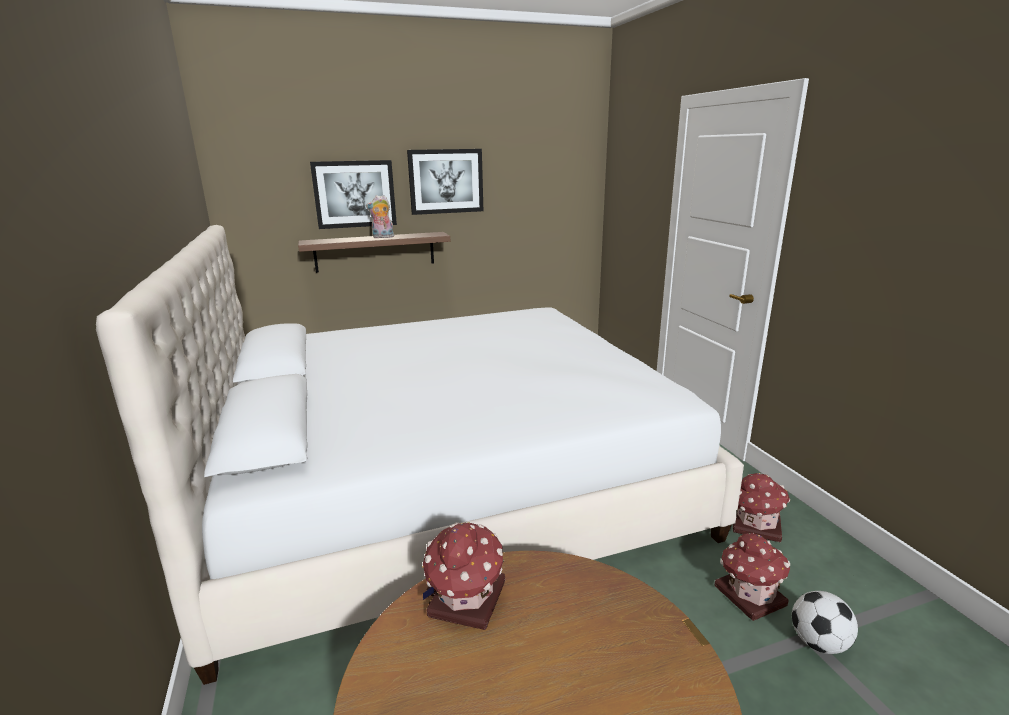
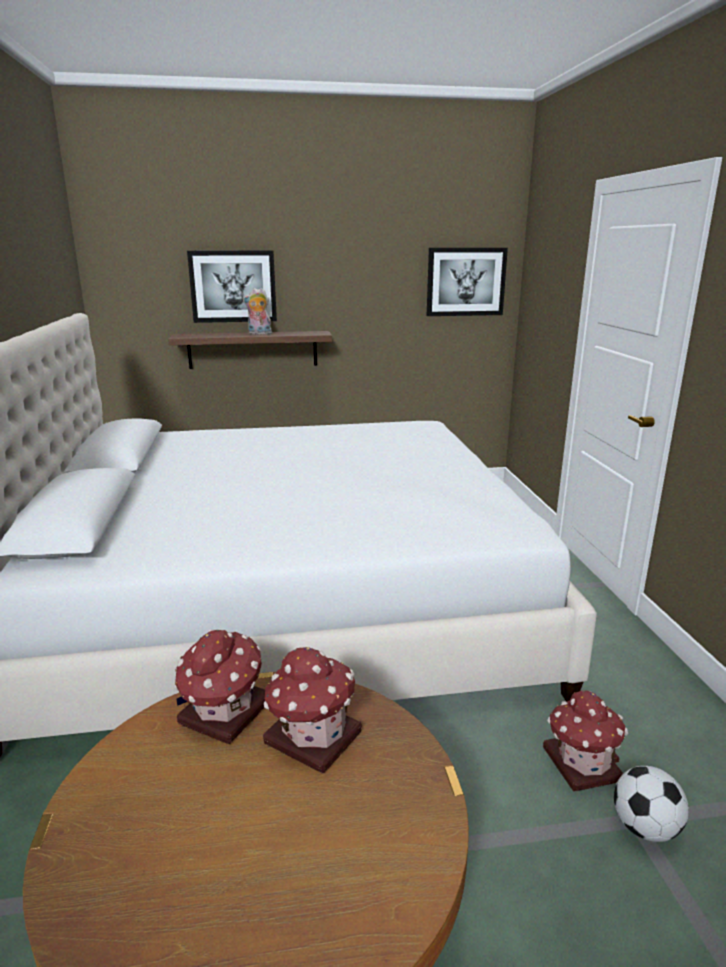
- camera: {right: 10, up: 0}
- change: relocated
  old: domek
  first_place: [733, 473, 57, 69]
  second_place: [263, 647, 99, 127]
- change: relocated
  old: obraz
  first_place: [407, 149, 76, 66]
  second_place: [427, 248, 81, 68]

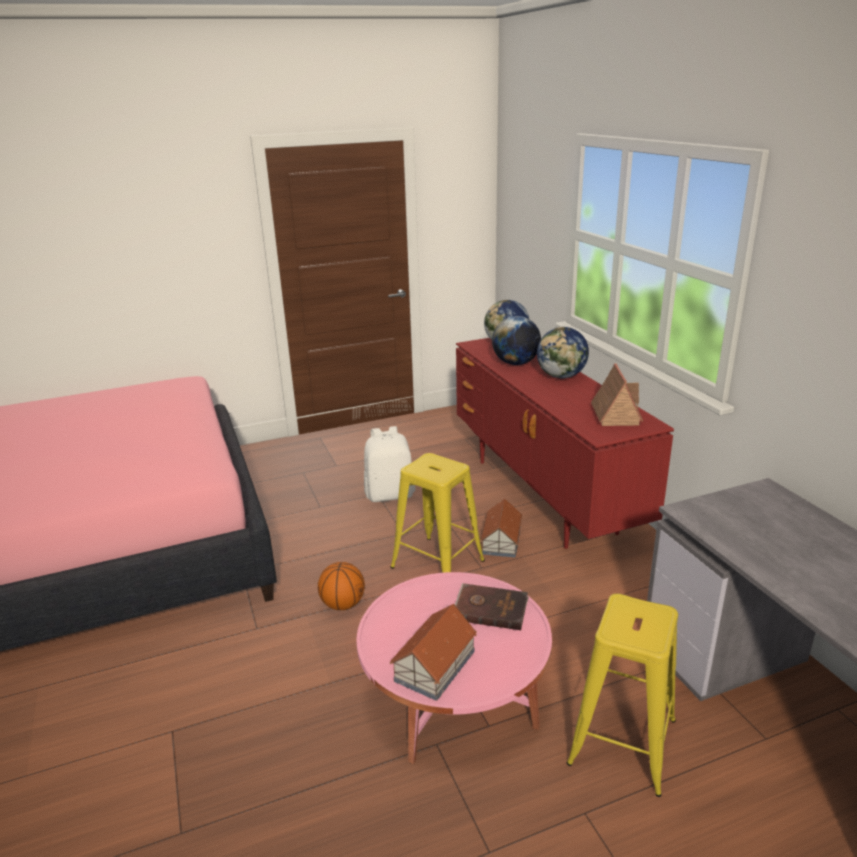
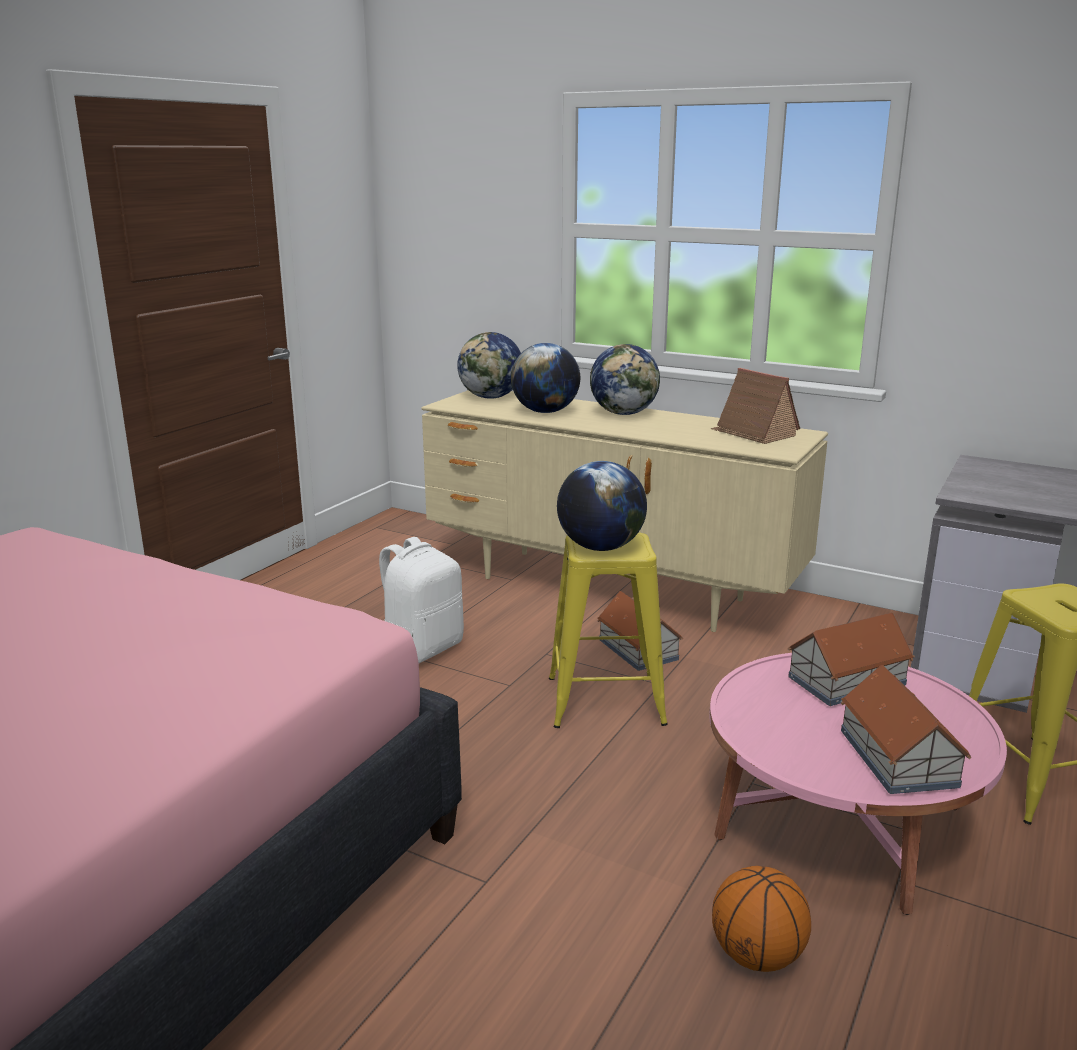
- camera: {right: -40, up: -5}
- change: colour
  old: komoda/czerwony
  new: komoda/beżowy
  first_place: [456, 338, 218, 211]
  second_place: [421, 390, 407, 242]
- change: appeared
  new: globus
  second_place: [557, 461, 90, 90]
- change: relocated
  old: piłka do koszykówki
  first_place: [318, 562, 47, 48]
  second_place: [712, 866, 99, 106]
- change: exchanged
  old: książka/brązowy
  new: domek
  first_place: [455, 583, 74, 47]
  second_place: [787, 613, 128, 93]

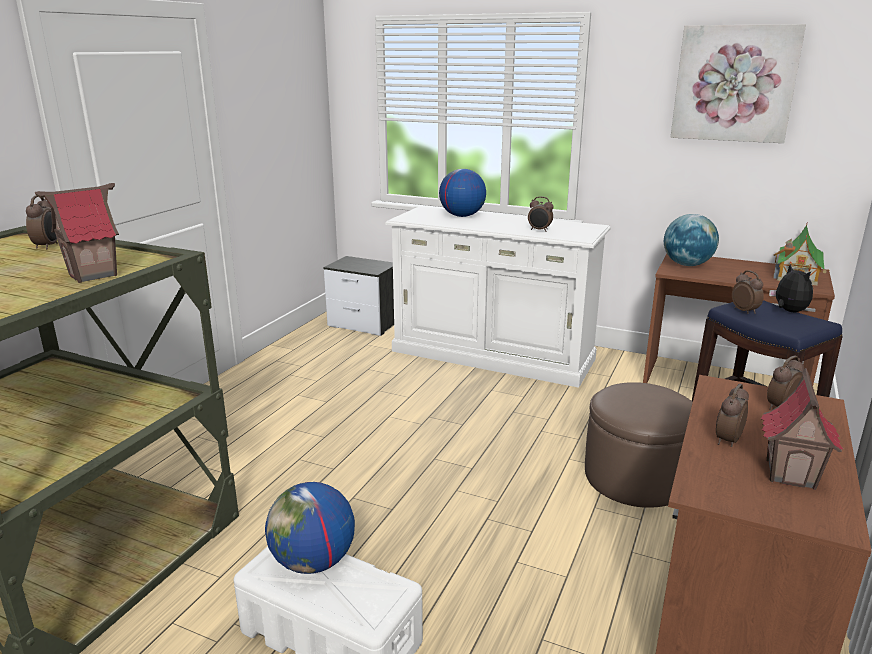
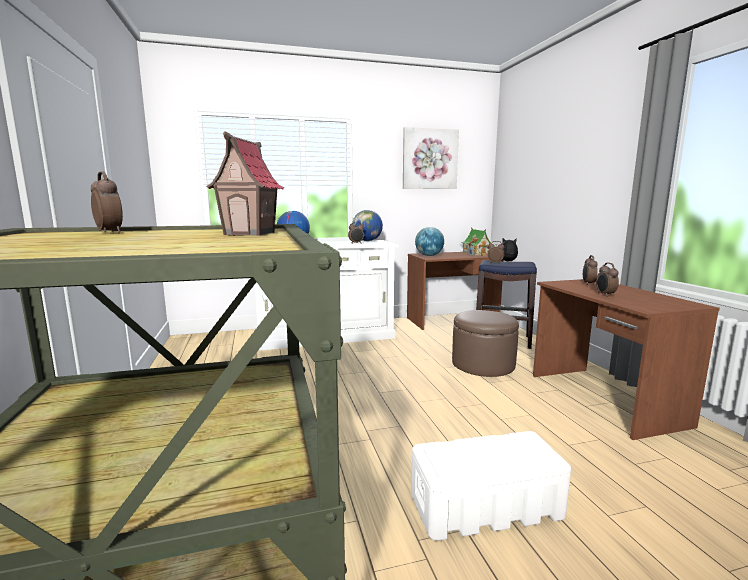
- camera: {right: -40, up: -10}
- change: relocated
  old: globus
  first_place: [265, 482, 90, 92]
  second_place: [352, 210, 31, 31]
- change: missing
  old: szafka nocna
  first_place: [323, 256, 71, 80]
- change: missing
  old: domek
  first_place: [761, 368, 82, 122]

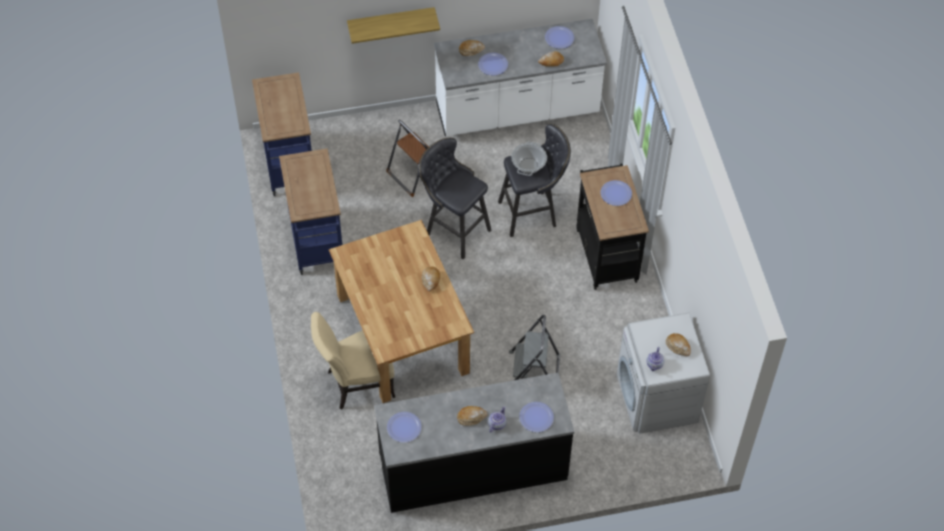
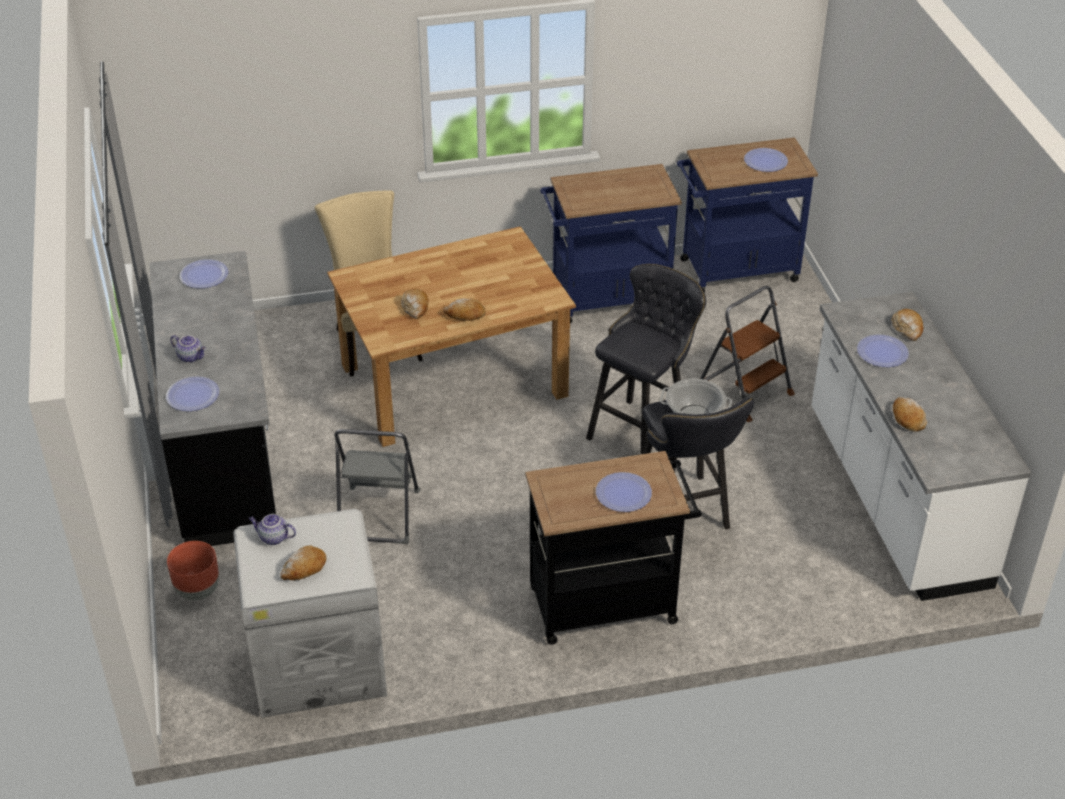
- camera: {right: 90, up: -15}
- change: appeared
  new: donica/brązowy
  second_place: [167, 541, 52, 59]
- change: relocated
  old: chleb
  first_place: [457, 406, 30, 20]
  second_place: [401, 289, 28, 30]
- change: relocated
  old: talerz
  first_place: [545, 26, 30, 23]
  second_place: [744, 148, 44, 24]
- change: missing
  old: półka
  first_place: [347, 7, 93, 37]

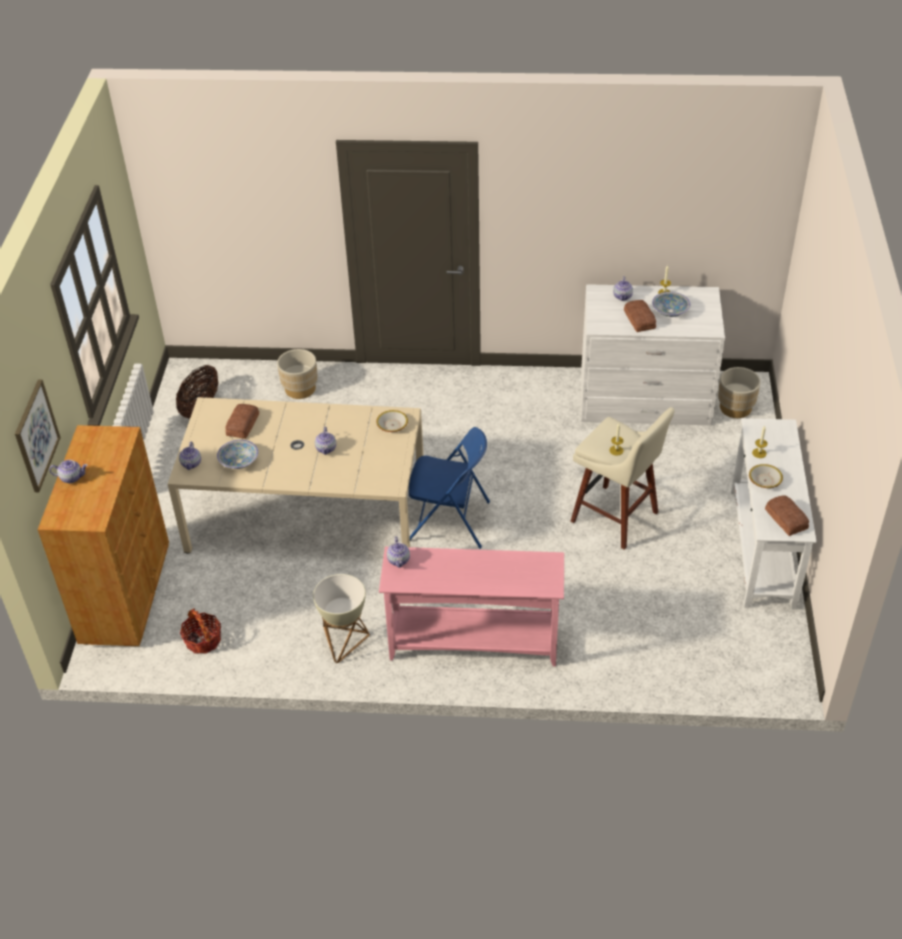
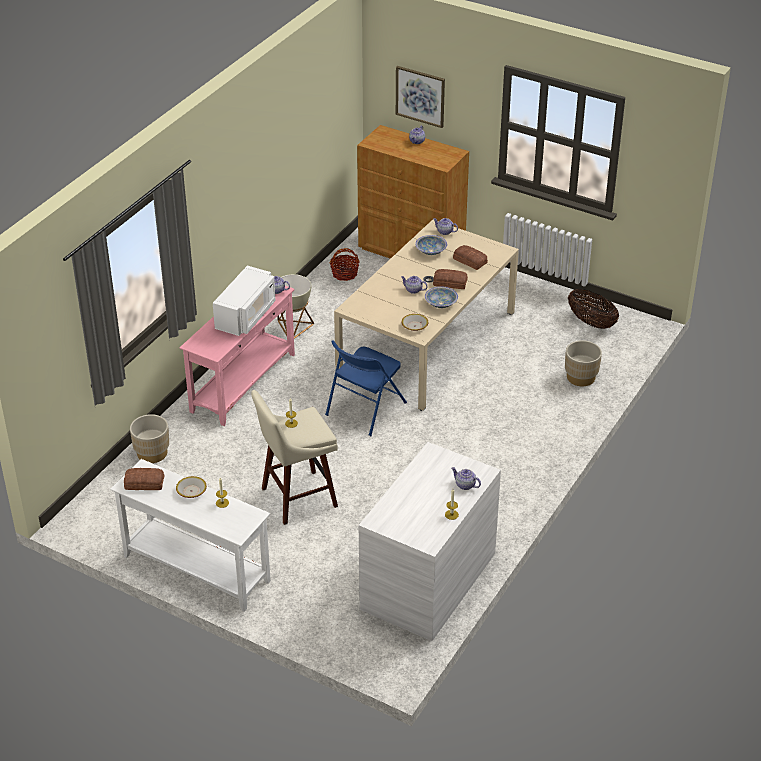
- camera: {right: 115, up: -5}
- change: relocated
  old: donica/beżowy
  first_place: [718, 367, 43, 51]
  second_place: [130, 414, 39, 49]
- change: appeared
  new: mikrofalówka/biały
  second_place: [213, 266, 62, 70]
- change: relocated
  old: miska
  first_place: [652, 292, 38, 25]
  second_place: [425, 286, 33, 22]
- change: relocated
  old: chleb
  first_place: [624, 300, 32, 32]
  second_place: [433, 269, 35, 20]

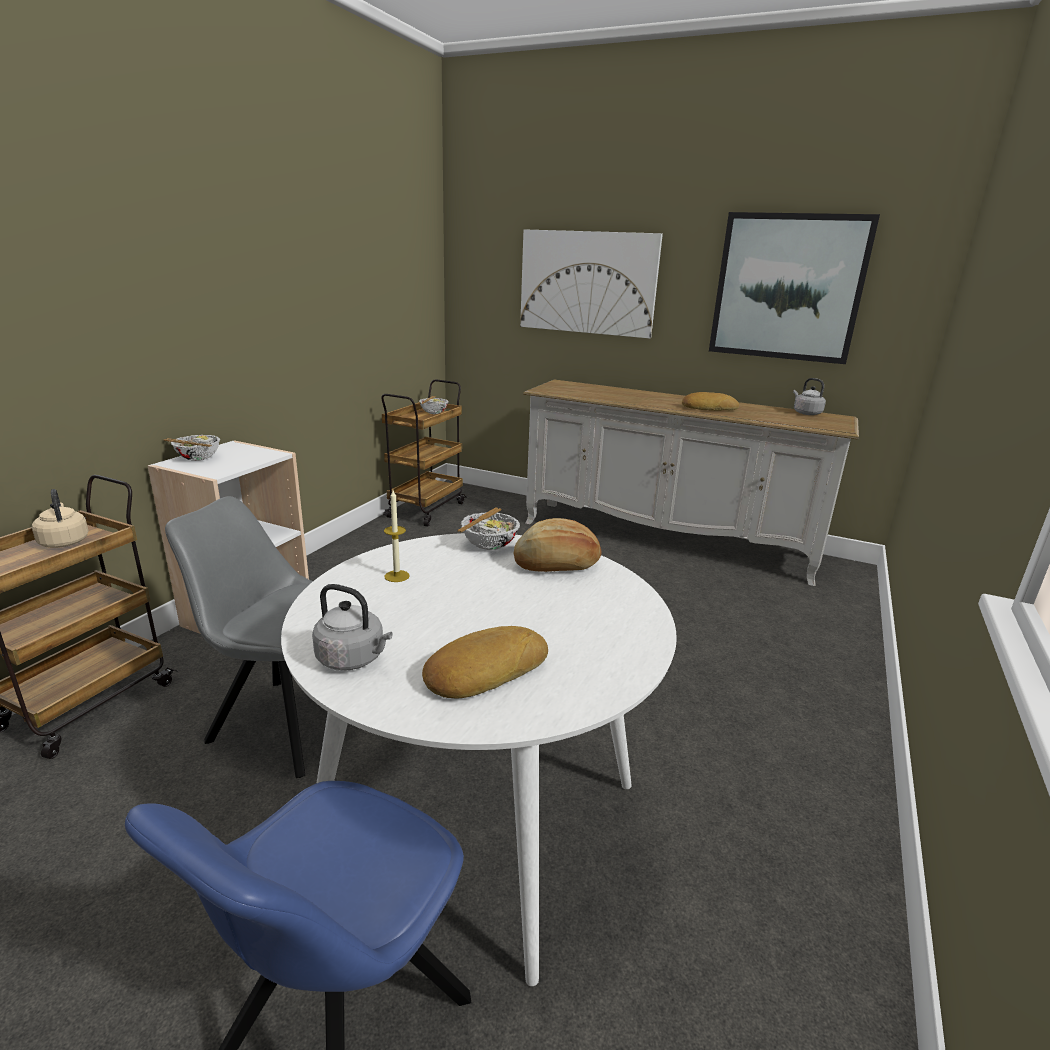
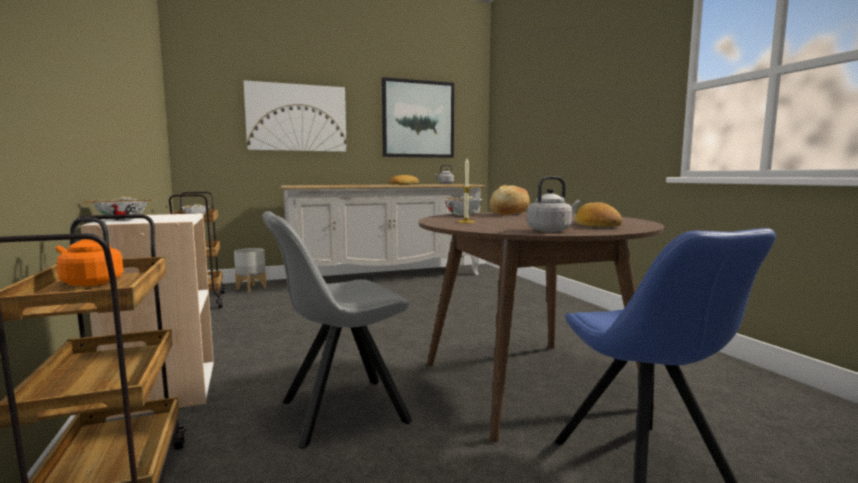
- camera: {right: -45, up: -15}
- change: colour
  old: czajnik/beżowy
  new: czajnik/pomarańczowy
  first_place: [32, 489, 56, 59]
  second_place: [56, 218, 67, 68]
- change: appeared
  new: donica/szary
  second_place: [234, 248, 32, 44]
- change: colour
  old: stół jadalny/biały
  new: stół jadalny/brązowy
  first_place: [281, 533, 396, 453]
  second_place: [418, 212, 246, 230]

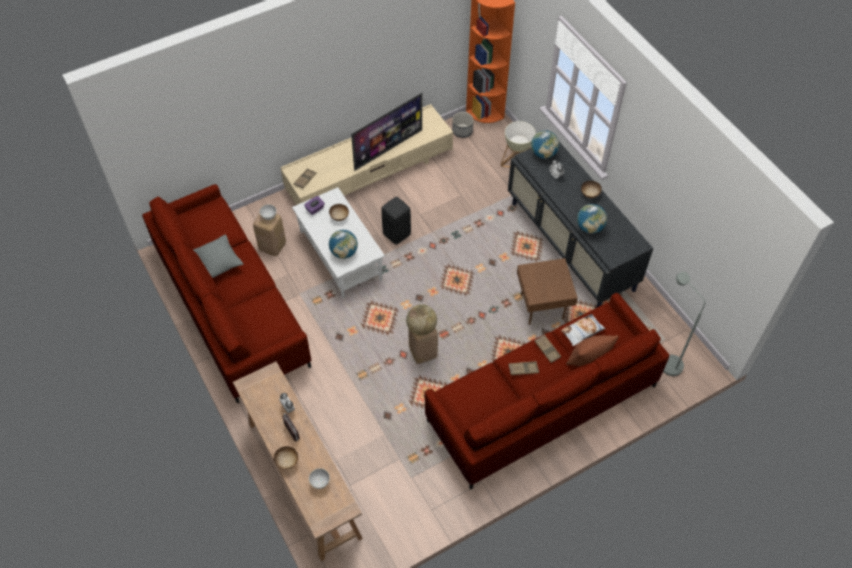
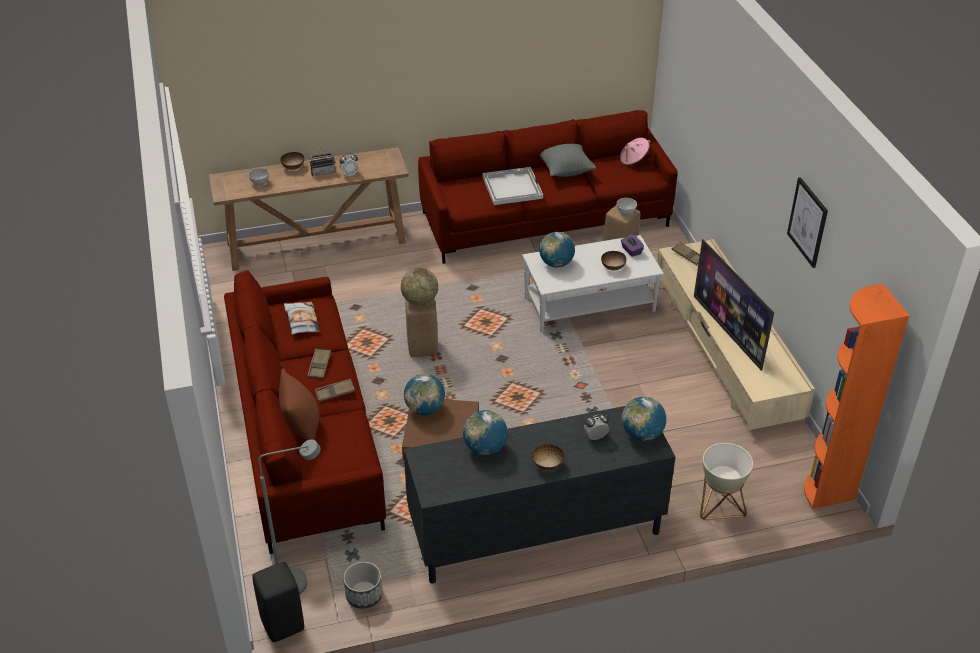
- camera: {right: 105, up: -15}
- change: relocated
  old: stołek/czarny
  first_place: [381, 197, 30, 48]
  second_place: [252, 562, 52, 80]
- change: relocated
  old: poduszka
  first_place: [561, 314, 45, 32]
  second_place: [284, 302, 36, 33]
- change: relocated
  old: donica
  first_place: [452, 112, 22, 26]
  second_place: [343, 562, 40, 47]
- change: appeared
  new: globus
  second_place: [404, 374, 41, 41]
- change: appeared
  new: taca/biały
  second_place: [483, 167, 60, 38]
- change: appeared
  new: kapelusz/różowy
  second_place: [620, 138, 31, 28]
- change: appeared
  new: obraz
  second_place: [787, 177, 41, 91]

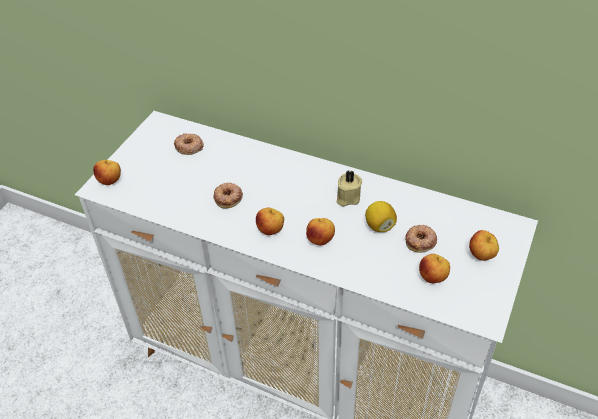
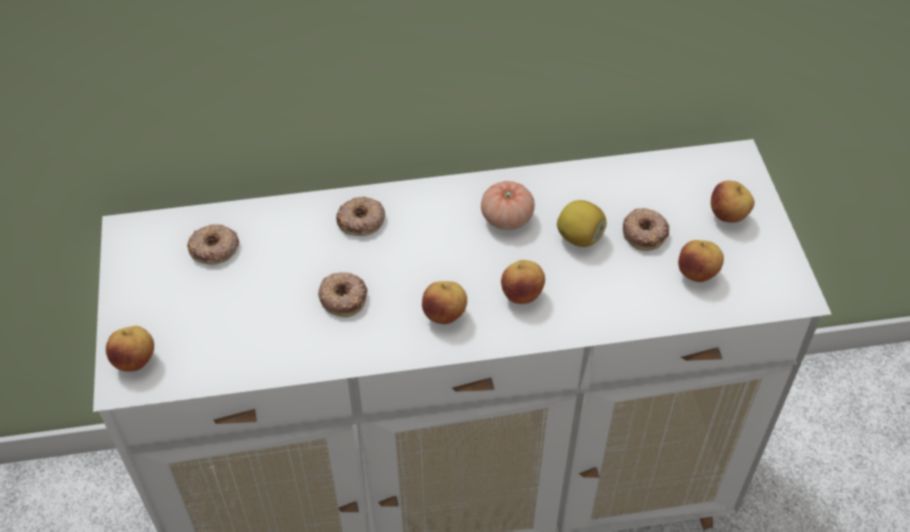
- camera: {right: -35, up: 5}
- change: appeared
  new: donut
  second_place: [336, 197, 49, 39]
- change: exchanged
  old: świeca/beżowy
  new: pomidor
  first_place: [336, 170, 26, 37]
  second_place: [481, 181, 54, 49]

